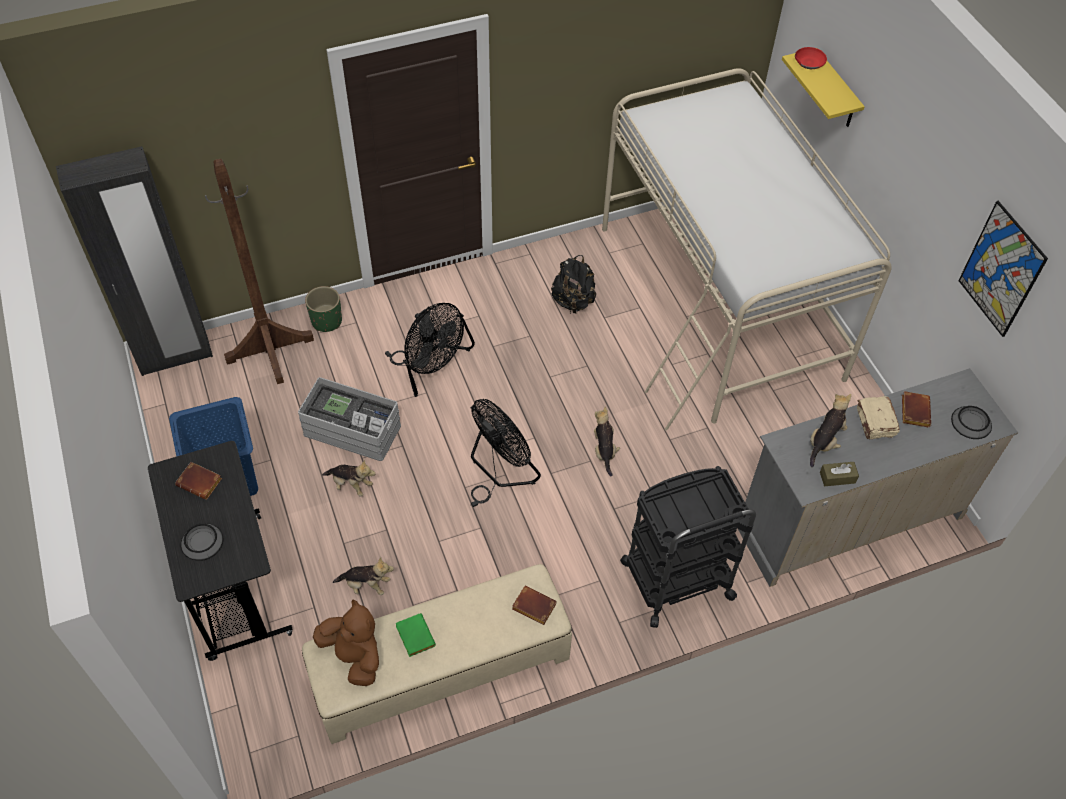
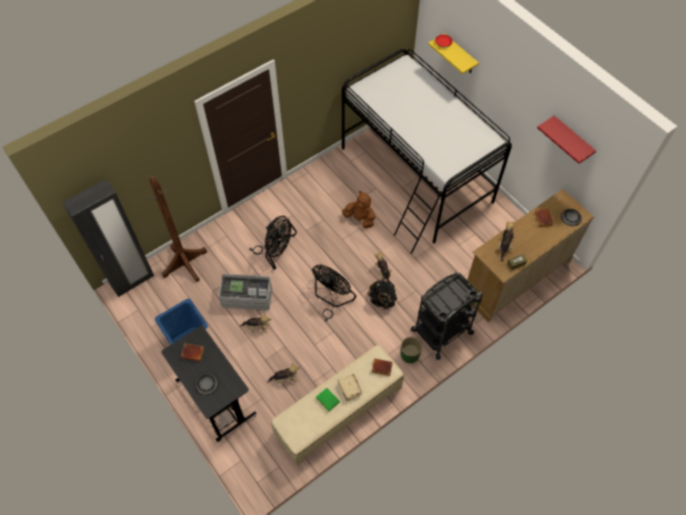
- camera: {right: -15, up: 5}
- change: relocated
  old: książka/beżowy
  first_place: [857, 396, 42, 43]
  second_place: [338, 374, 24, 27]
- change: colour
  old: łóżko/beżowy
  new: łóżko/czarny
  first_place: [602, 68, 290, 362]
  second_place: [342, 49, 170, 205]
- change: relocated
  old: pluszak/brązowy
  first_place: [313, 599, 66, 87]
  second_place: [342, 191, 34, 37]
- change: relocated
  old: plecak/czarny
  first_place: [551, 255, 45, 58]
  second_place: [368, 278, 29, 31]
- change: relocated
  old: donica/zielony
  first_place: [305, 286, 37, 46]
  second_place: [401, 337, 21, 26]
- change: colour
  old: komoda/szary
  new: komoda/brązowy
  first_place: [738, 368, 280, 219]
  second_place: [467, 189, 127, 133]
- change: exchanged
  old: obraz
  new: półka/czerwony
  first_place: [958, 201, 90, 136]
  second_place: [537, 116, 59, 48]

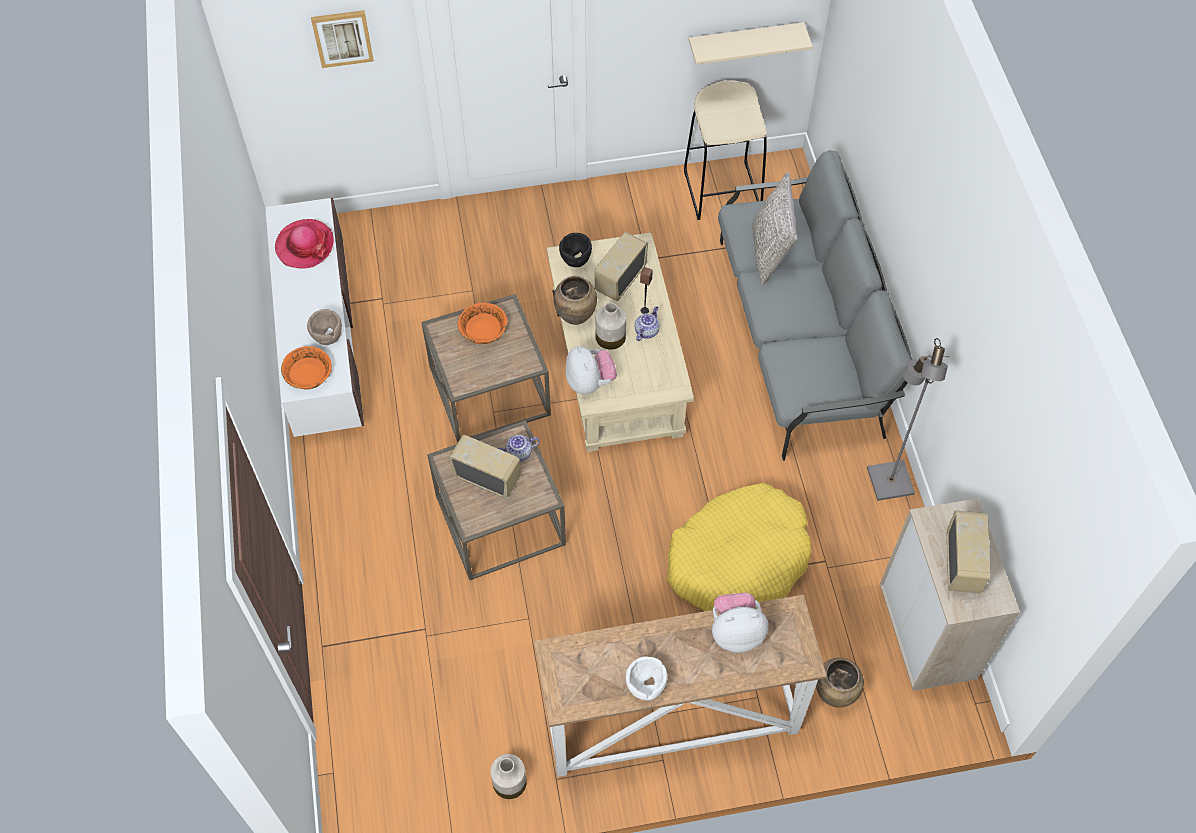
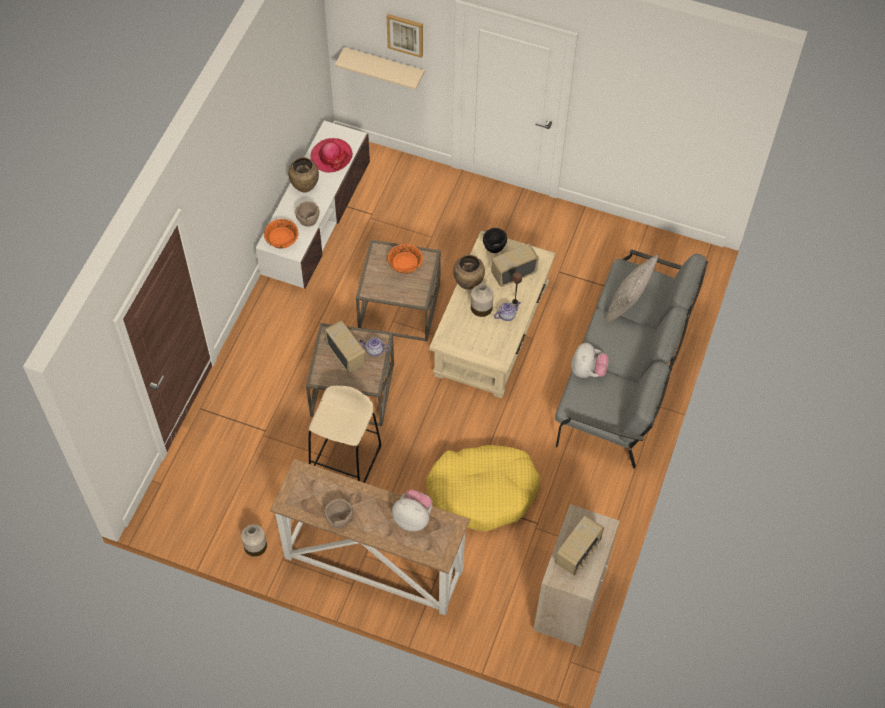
- camera: {right: 30, up: 0}
- change: relocated
  old: wazon/brązowy
  first_place: [816, 658, 48, 50]
  second_place: [288, 157, 31, 36]
- change: relocated
  old: stołek/beżowy
  first_place: [684, 81, 83, 139]
  second_place: [308, 385, 73, 98]
- change: colour
  old: miska/biały
  new: miska/brązowy
  first_place: [626, 656, 41, 45]
  second_place: [324, 499, 29, 29]
- change: relocated
  old: półka/beżowy
  first_place: [689, 22, 124, 43]
  second_place: [335, 47, 90, 43]
- change: relocated
  old: pluszak
  first_place: [566, 346, 51, 48]
  second_place: [571, 343, 38, 35]
- change: missing
  old: lampa stojąca/szary
  first_place: [867, 338, 82, 163]

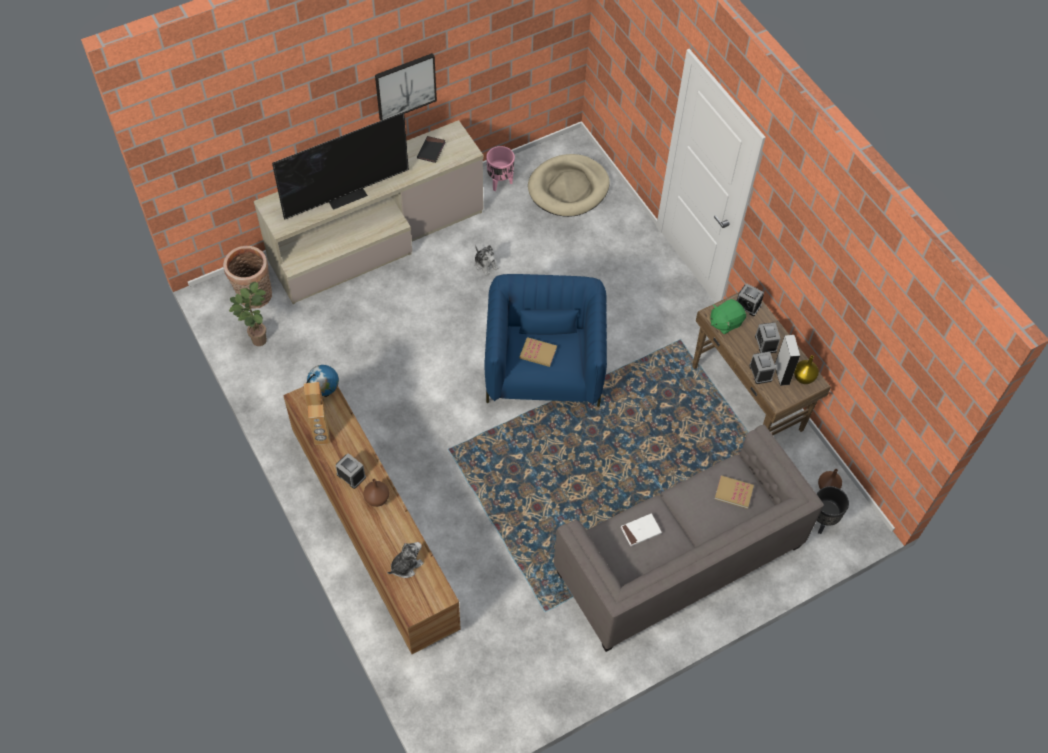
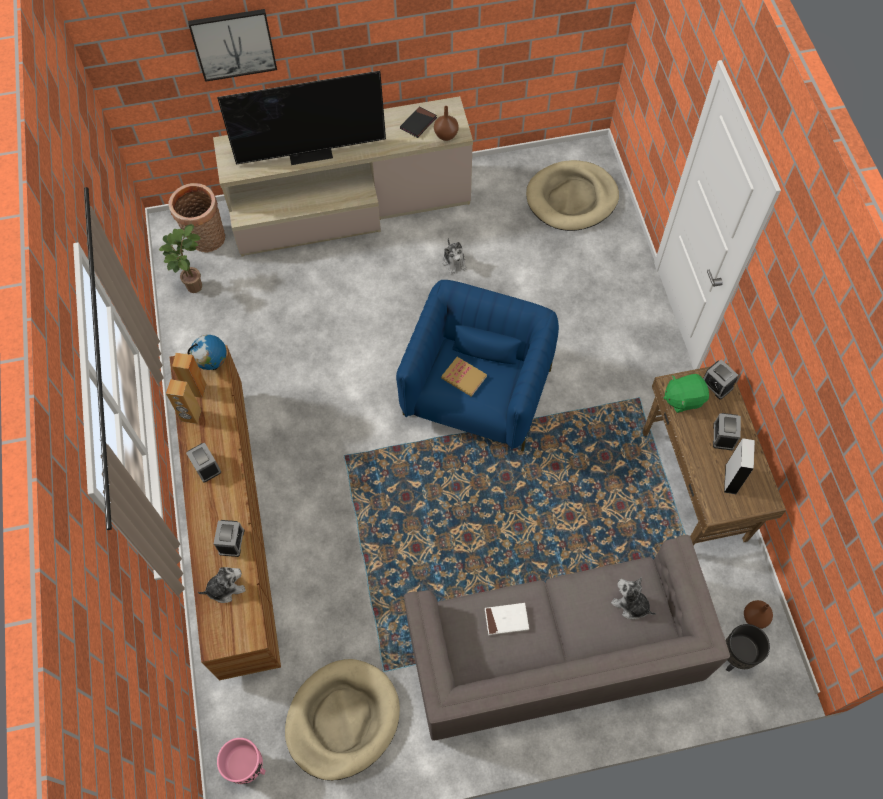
- camera: {right: 20, up: 5}
- change: relocated
  old: obraz
  first_place: [375, 53, 62, 68]
  second_place: [188, 9, 89, 73]
- change: relocated
  old: budzik
  first_place: [749, 352, 27, 32]
  second_place: [214, 520, 31, 37]
- change: relocated
  old: donica/różowy
  first_place: [486, 146, 29, 45]
  second_place: [217, 738, 49, 46]
- change: appeared
  new: legowisko/beżowy
  second_place: [285, 659, 115, 122]
- change: relocated
  old: wazon/brązowy
  first_place: [363, 479, 26, 28]
  second_place: [434, 106, 25, 35]
- change: exchanged
  old: książka
  new: pluszak
  first_place: [715, 476, 39, 33]
  second_place: [611, 577, 46, 43]
- change: missing
  old: wazon/żółty
  first_place: [794, 355, 25, 29]

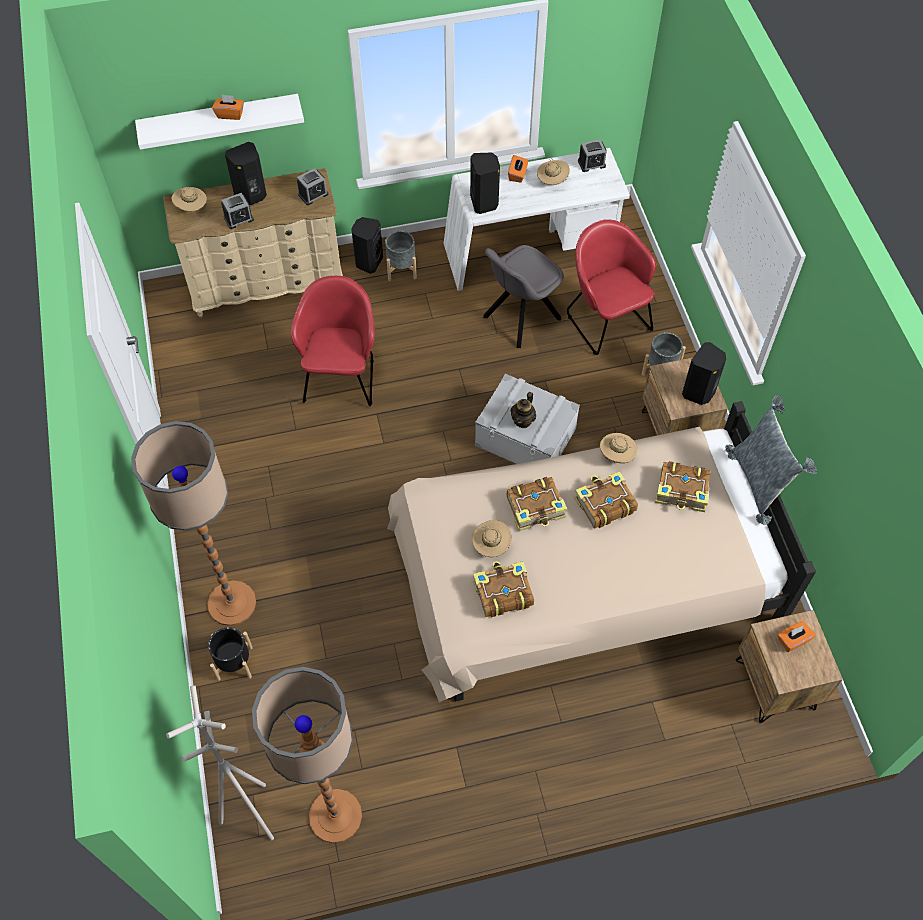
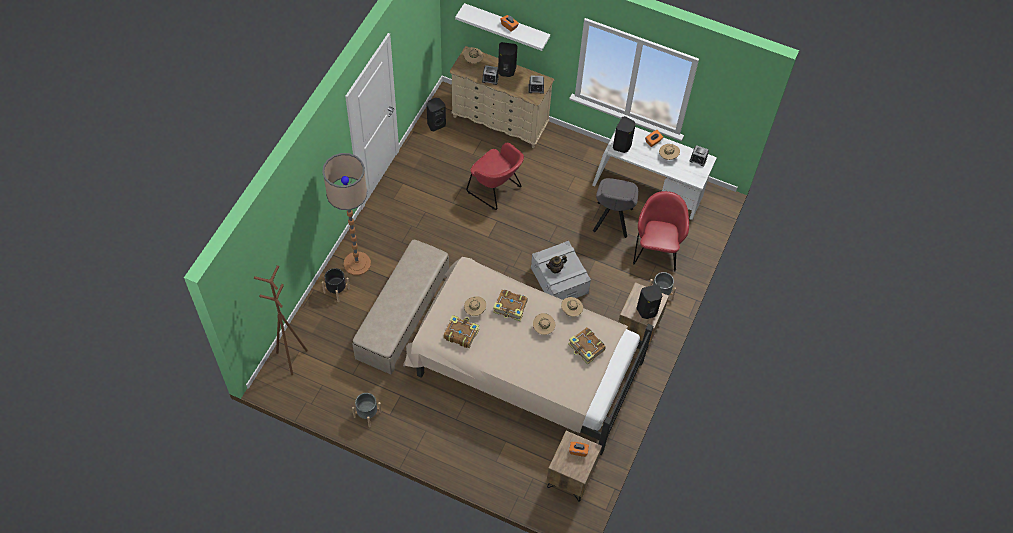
- camera: {right: 35, up: 0}
- change: colour
  old: wieszak/szary
  new: wieszak/brązowy
  first_place: [166, 685, 108, 155]
  second_place: [254, 265, 54, 110]
- change: relocated
  old: donica/szary
  first_place: [385, 231, 32, 50]
  second_place: [352, 393, 30, 34]
- change: appeared
  new: ławka/beżowy
  second_place: [353, 240, 96, 134]
- change: relocated
  old: głośnik/czarny
  first_place: [351, 217, 32, 57]
  second_place: [427, 98, 19, 34]
- change: spun
  old: fotel/czerwony
  first_place: [291, 276, 84, 130]
  second_place: [466, 143, 58, 67]
  degrees: 90
- change: exchanged
  old: książka
  new: kapelusz/beżowy
  first_place: [574, 471, 64, 58]
  second_place: [533, 313, 22, 22]
- change: spun
  old: krzesło/szary
  first_place: [483, 245, 81, 103]
  second_place: [593, 178, 45, 60]
  degrees: -75
- change: missing
  old: lampa stojąca
  first_place: [252, 667, 110, 176]
- change: missing
  old: poduszka
  first_place: [725, 395, 92, 130]

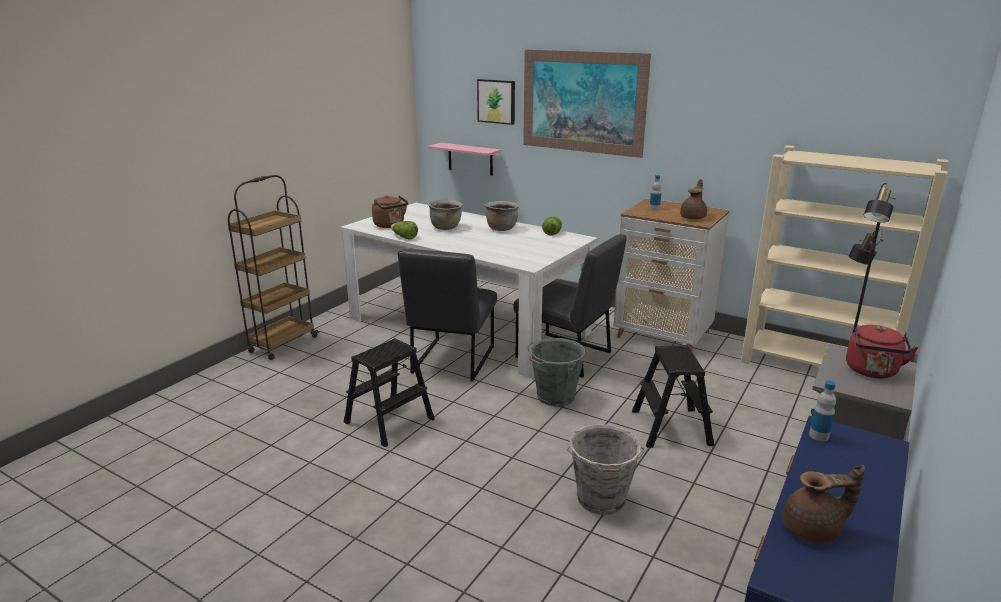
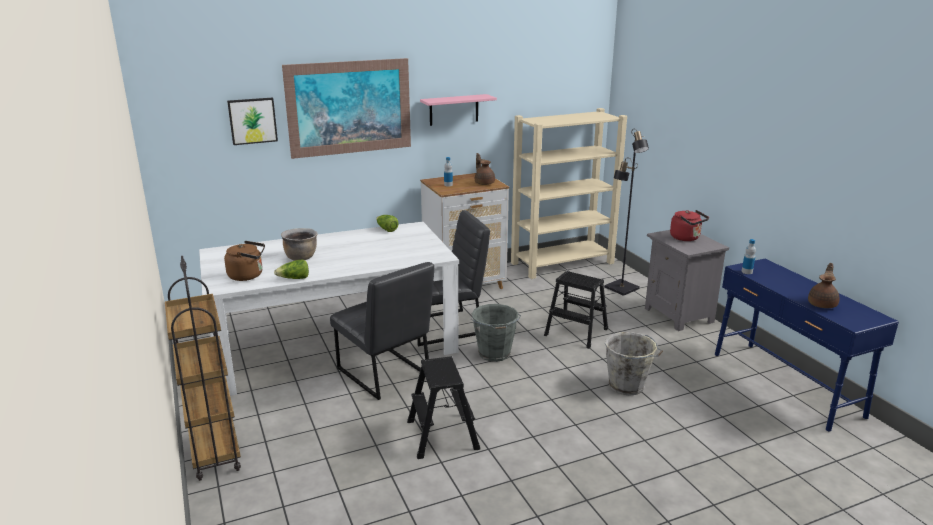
- camera: {right: -55, up: 0}
- change: relocated
  old: półka/różowy
  first_place: [427, 143, 74, 33]
  second_place: [420, 94, 77, 32]
- change: missing
  old: garnek/brązowy
  first_place: [485, 201, 34, 30]

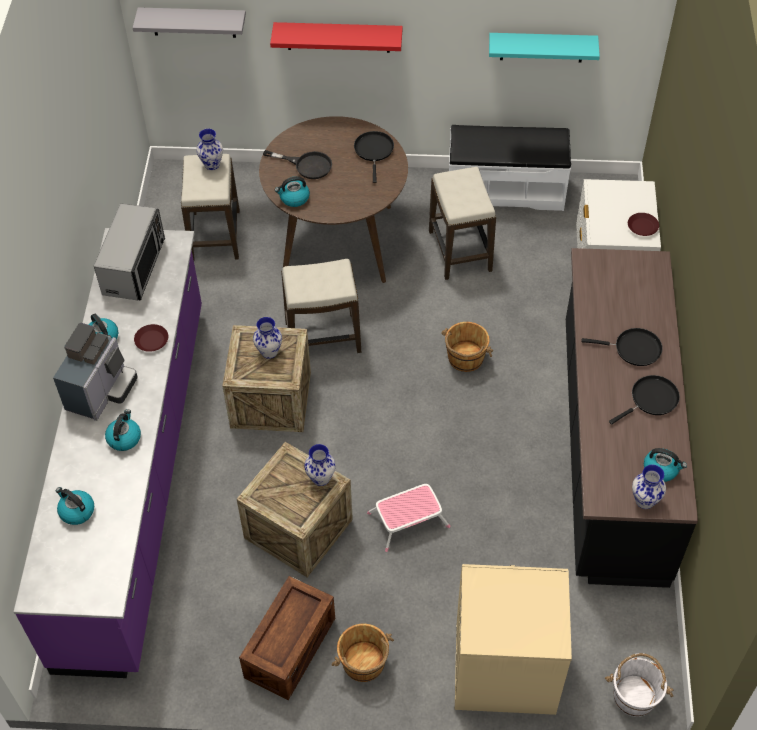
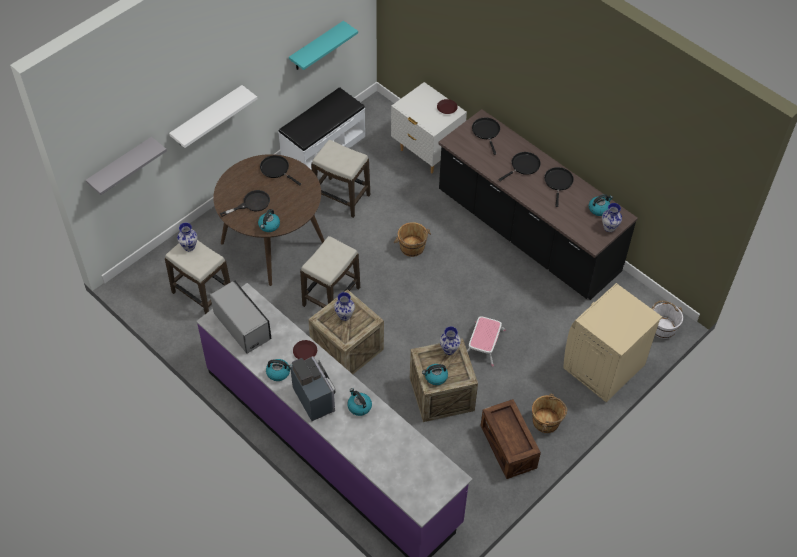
- camera: {right: -50, up: 0}
- change: colour
  old: półka/czerwony
  new: półka/biały
  first_place: [270, 22, 133, 31]
  second_place: [169, 85, 88, 63]
- change: relocated
  old: czajnik
  first_place: [56, 487, 38, 38]
  second_place: [422, 364, 26, 21]
- change: appeared
  new: patelnia/czarny
  second_place: [472, 118, 28, 37]

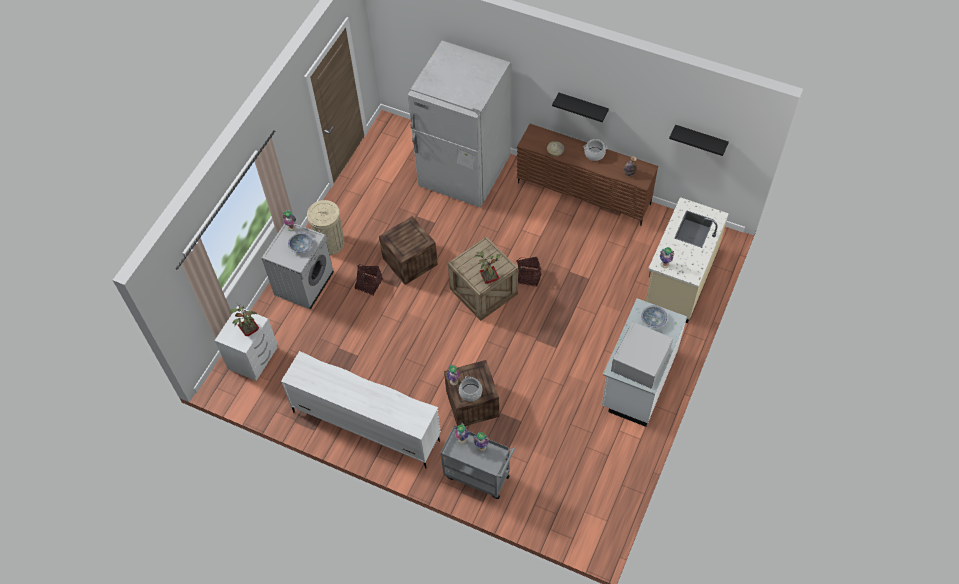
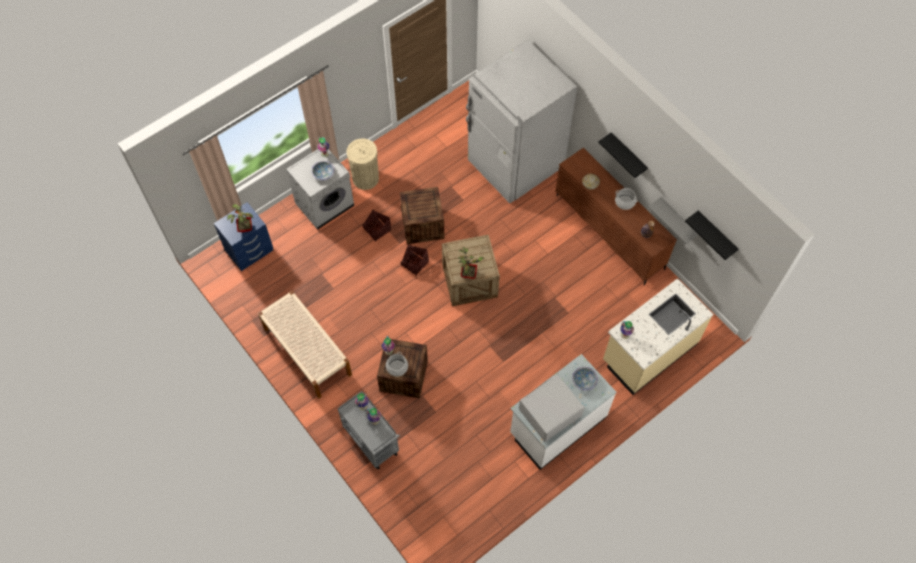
- camera: {right: 25, up: 5}
- change: colour
  old: szafka nocna/biały
  new: szafka nocna/niebieski
  first_place: [215, 306, 63, 75]
  second_place: [214, 202, 59, 69]
- change: exchanged
  old: komoda/biały
  new: ławka/beżowy
  first_place: [281, 351, 160, 118]
  second_place: [258, 291, 94, 108]
- change: relocated
  old: koszyk
  first_place: [516, 256, 25, 31]
  second_place: [401, 244, 28, 32]
- change: appeared
  new: półka/szary
  second_place: [648, 197, 50, 47]

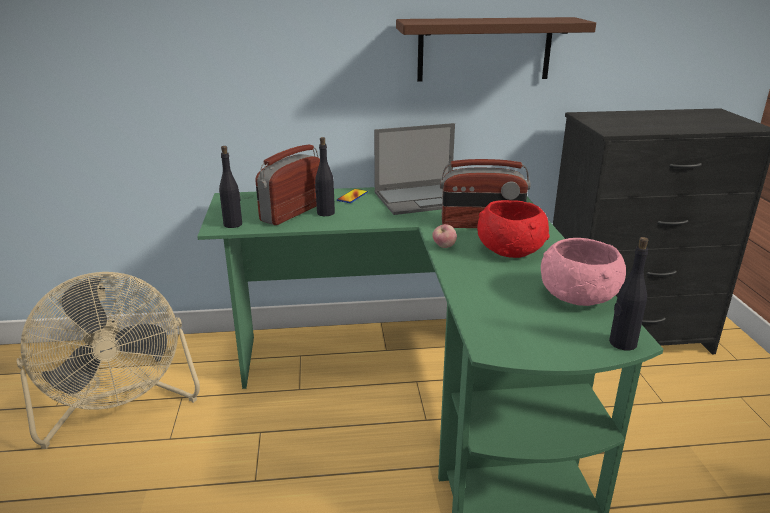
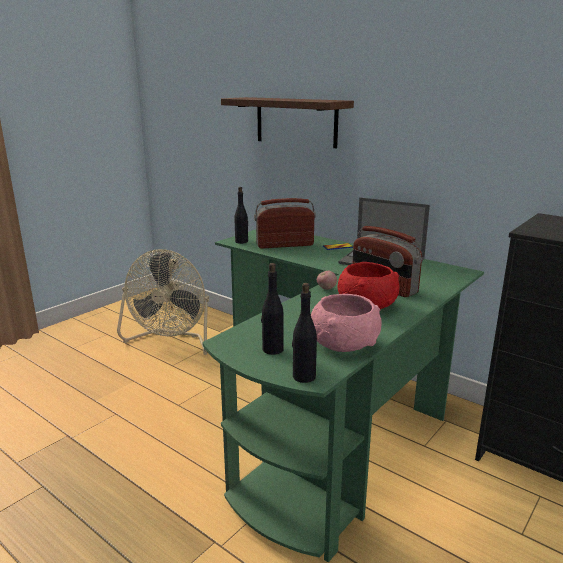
- camera: {right: 45, up: -5}
- change: relocated
  old: półka/brązowy
  first_place: [396, 17, 200, 65]
  second_place: [221, 97, 133, 51]
- change: relocated
  old: butelka/czarny
  first_place: [315, 137, 20, 79]
  second_place: [261, 263, 23, 92]

